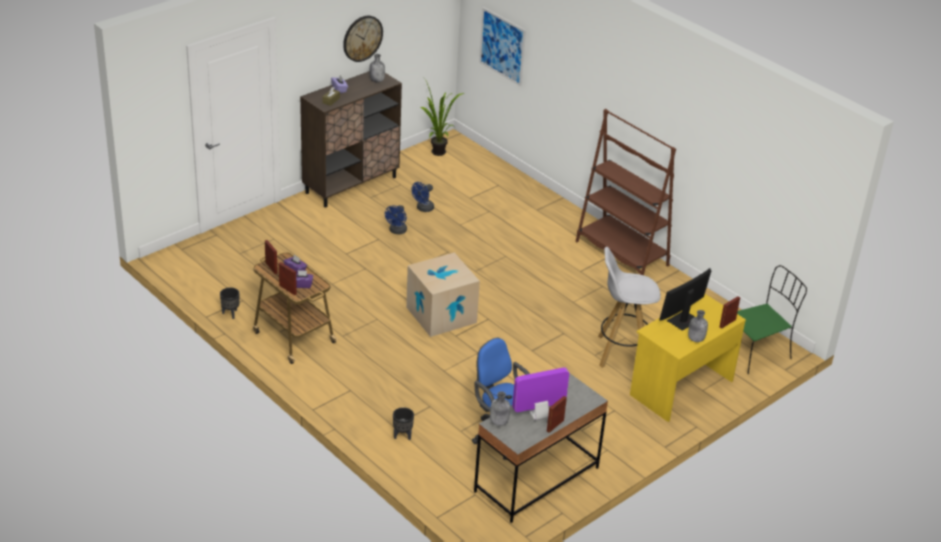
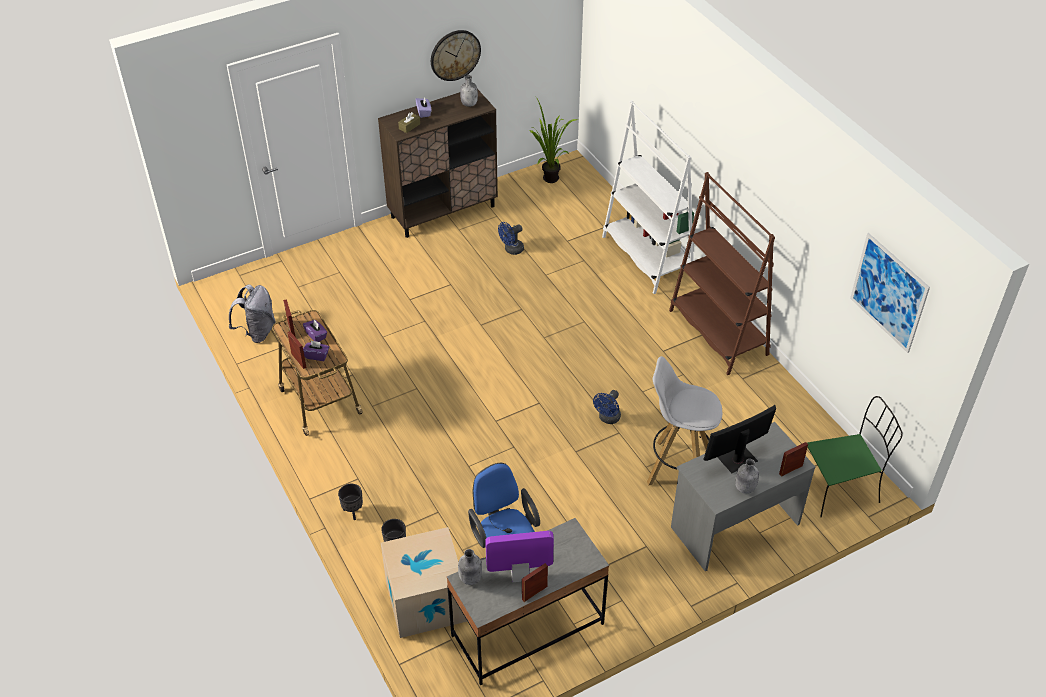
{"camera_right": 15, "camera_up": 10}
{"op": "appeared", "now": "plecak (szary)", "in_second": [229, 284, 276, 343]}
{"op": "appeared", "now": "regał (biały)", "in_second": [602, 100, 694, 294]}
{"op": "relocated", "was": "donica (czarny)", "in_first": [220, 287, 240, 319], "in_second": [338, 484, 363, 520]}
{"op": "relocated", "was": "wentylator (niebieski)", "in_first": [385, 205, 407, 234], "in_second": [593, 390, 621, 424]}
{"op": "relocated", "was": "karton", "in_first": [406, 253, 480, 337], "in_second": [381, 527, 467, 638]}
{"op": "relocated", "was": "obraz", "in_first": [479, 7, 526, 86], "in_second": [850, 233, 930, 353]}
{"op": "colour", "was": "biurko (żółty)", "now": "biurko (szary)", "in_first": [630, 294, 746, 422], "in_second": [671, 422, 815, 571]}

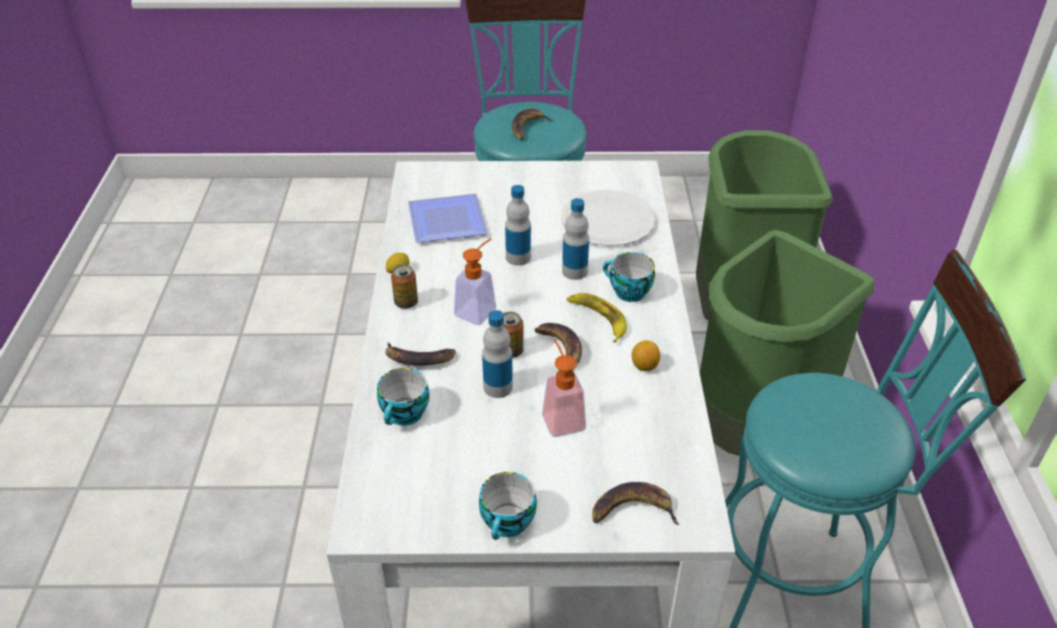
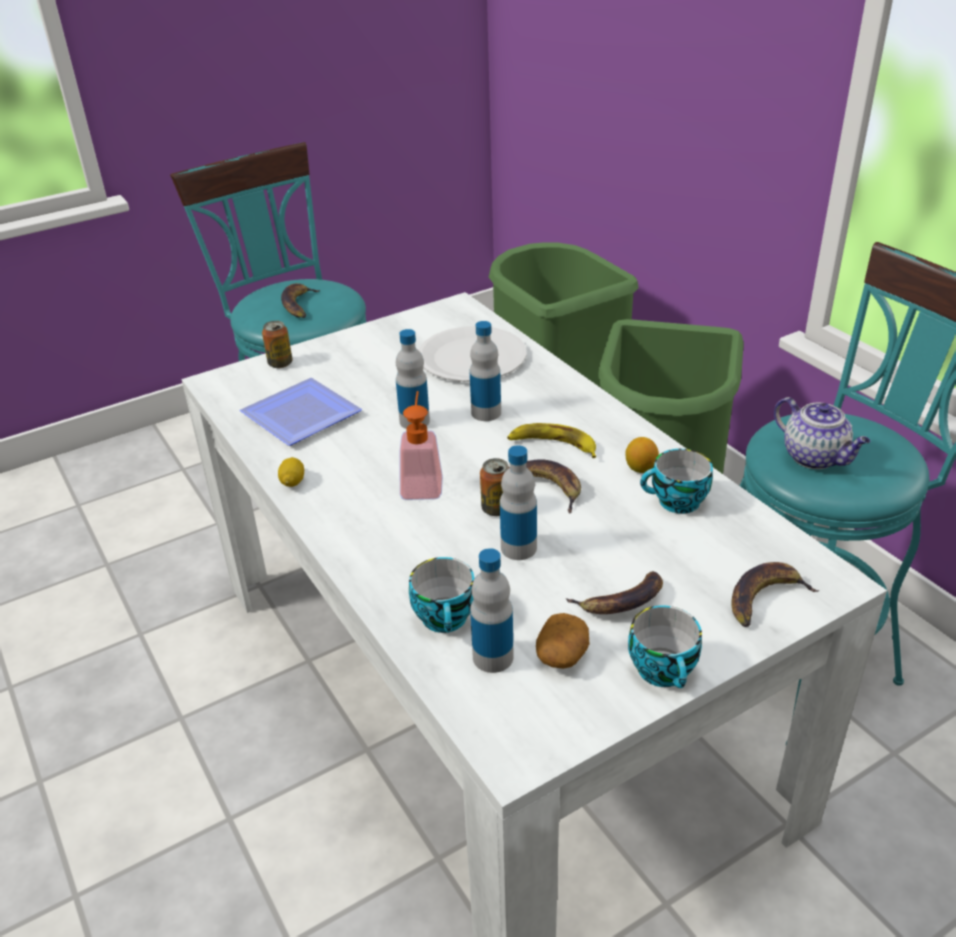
{"camera_right": -30, "camera_up": -5}
{"op": "missing", "was": "dozownik mydła", "in_first": [542, 339, 586, 437]}
{"op": "appeared", "now": "butelka", "in_second": [470, 548, 514, 673]}
{"op": "appeared", "now": "ziemniak", "in_second": [536, 613, 589, 669]}
{"op": "appeared", "now": "imbryk", "in_second": [774, 397, 871, 469]}
{"op": "relocated", "was": "banan", "in_first": [385, 342, 456, 366], "in_second": [566, 571, 663, 614]}
{"op": "relocated", "was": "puszka", "in_first": [391, 264, 418, 309], "in_second": [262, 321, 293, 368]}
{"op": "relocated", "was": "filiżanka", "in_first": [603, 252, 655, 302], "in_second": [640, 449, 713, 514]}

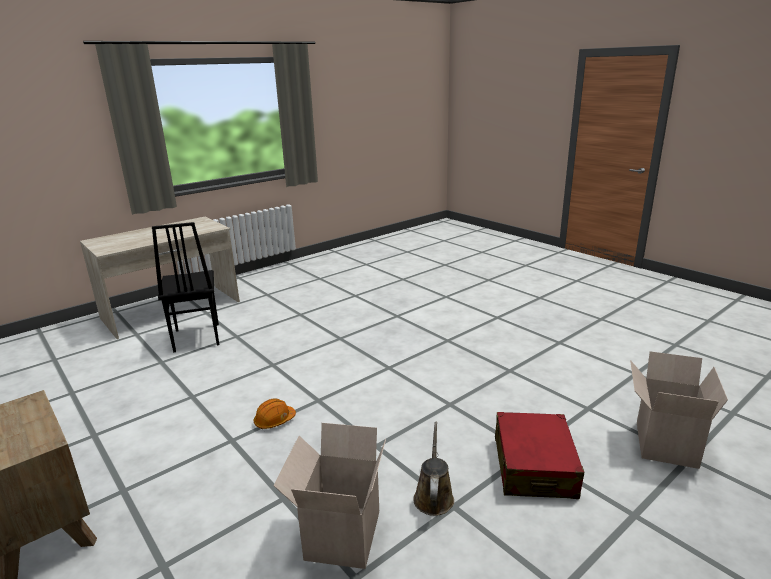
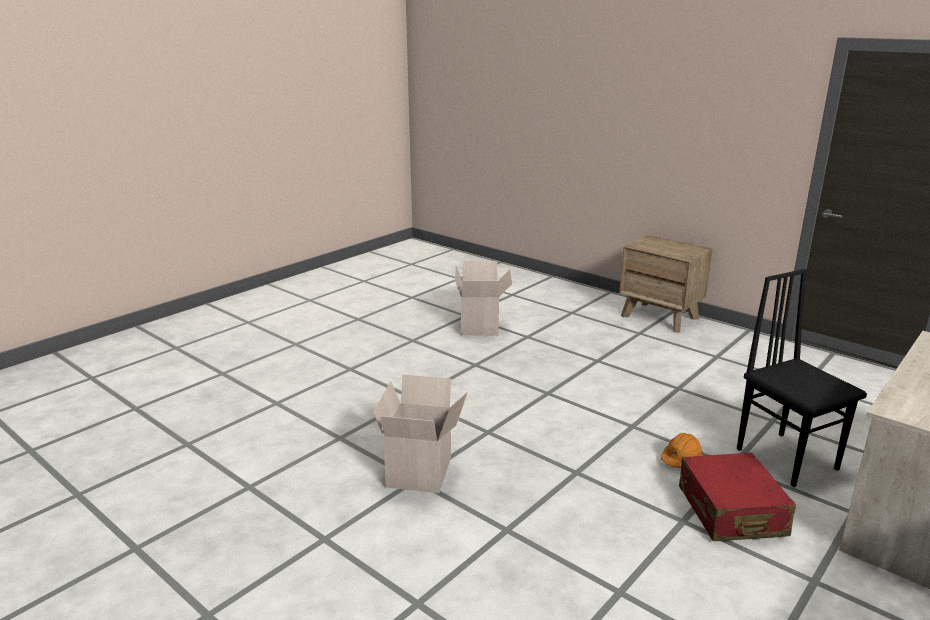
{"camera_right": 170, "camera_up": 0}
{"op": "missing", "was": "konewka (brązowy)", "in_first": [413, 422, 454, 516]}
{"op": "relocated", "was": "kask (pomarańczowy)", "in_first": [254, 399, 296, 429], "in_second": [661, 433, 703, 468]}
{"op": "relocated", "was": "walizka (czerwony)", "in_first": [495, 412, 584, 499], "in_second": [679, 452, 796, 541]}
{"op": "relocated", "was": "karton", "in_first": [630, 351, 728, 469], "in_second": [373, 375, 468, 493]}

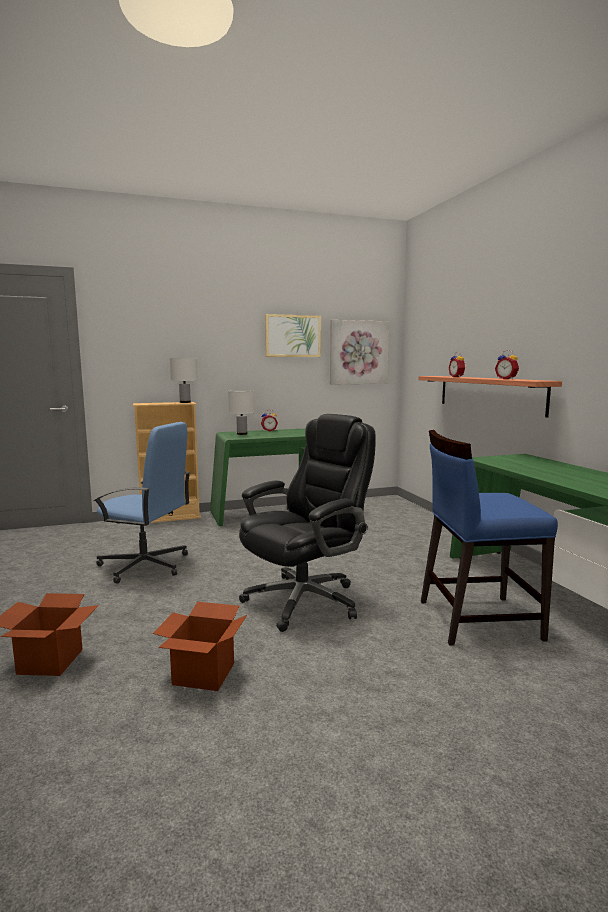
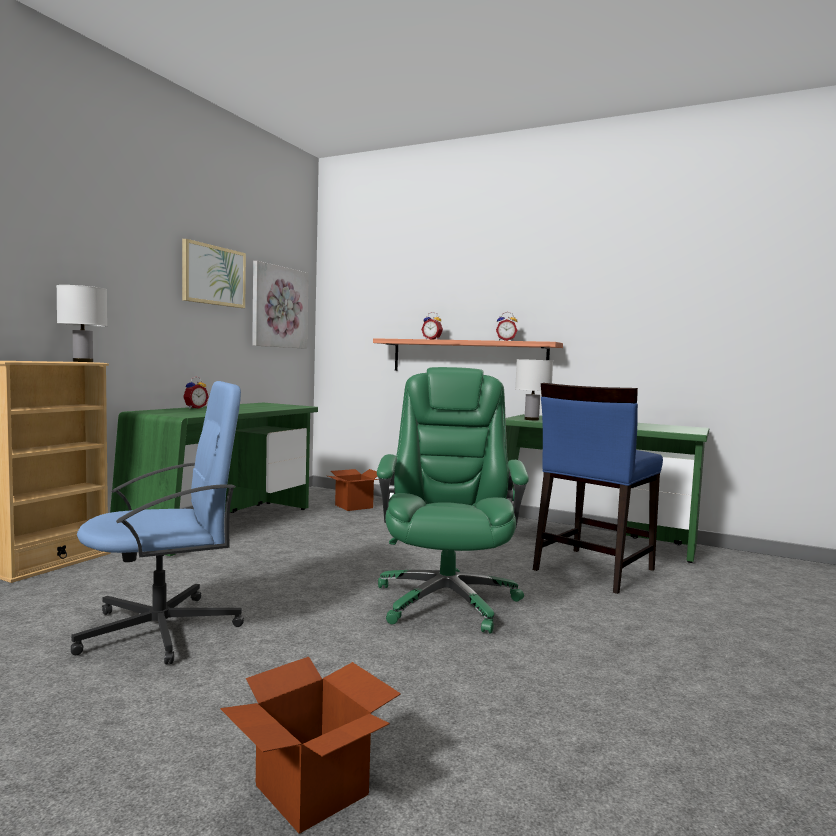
{"camera_right": -45, "camera_up": -5}
{"op": "relocated", "was": "karton", "in_first": [153, 602, 247, 691], "in_second": [328, 469, 379, 511]}
{"op": "relocated", "was": "lampa stołowa (biały)", "in_first": [228, 390, 255, 435], "in_second": [515, 359, 553, 420]}
{"op": "colour", "was": "krzesło biurowe (czarny)", "now": "krzesło biurowe (zielony)", "in_first": [239, 414, 375, 632], "in_second": [377, 367, 529, 634]}

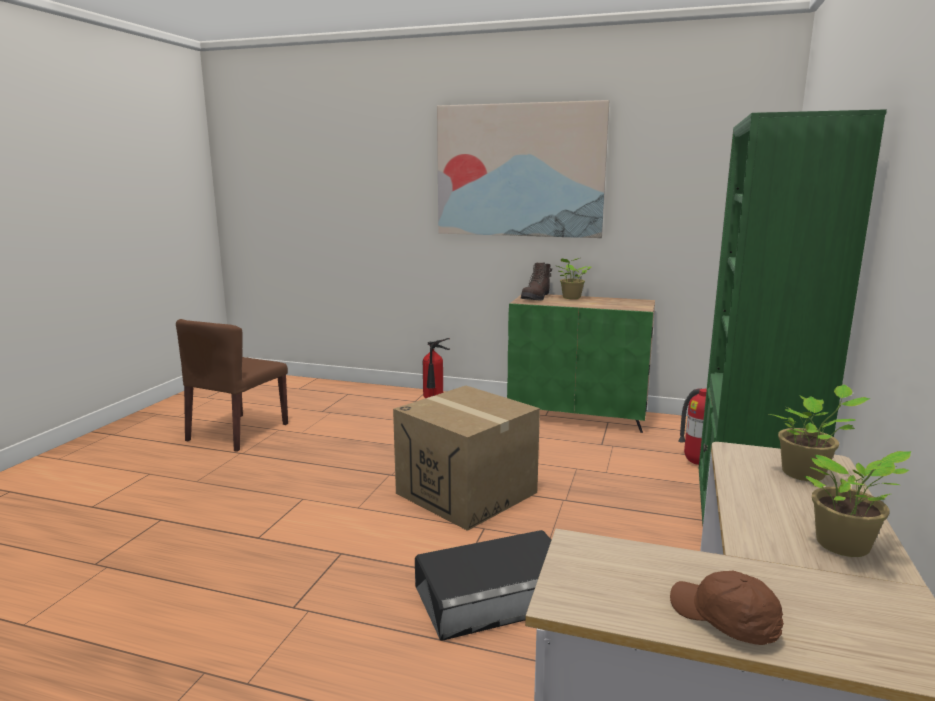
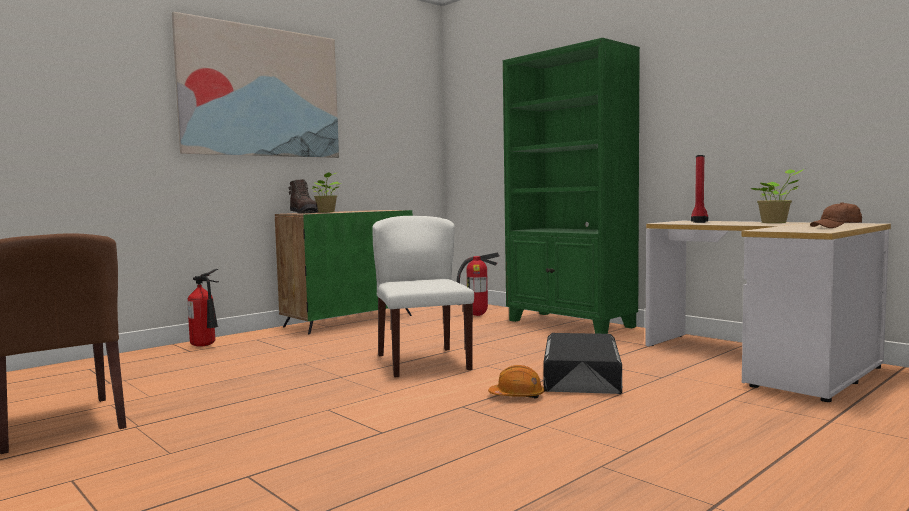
{"camera_right": -60, "camera_up": -10}
{"op": "appeared", "now": "kask (pomarańczowy)", "in_second": [488, 365, 544, 399]}
{"op": "exchanged", "was": "karton", "now": "krzesło (biały)", "in_first": [393, 386, 540, 531], "in_second": [372, 216, 474, 377]}
{"op": "exchanged", "was": "roślina doniczkowa", "now": "but z cholewką (czerwony)", "in_first": [769, 384, 871, 481], "in_second": [691, 155, 708, 223]}

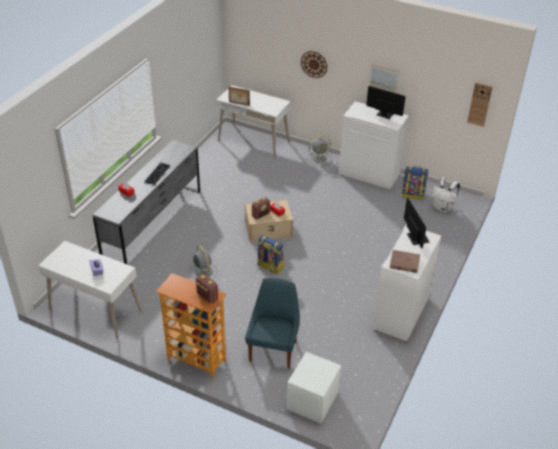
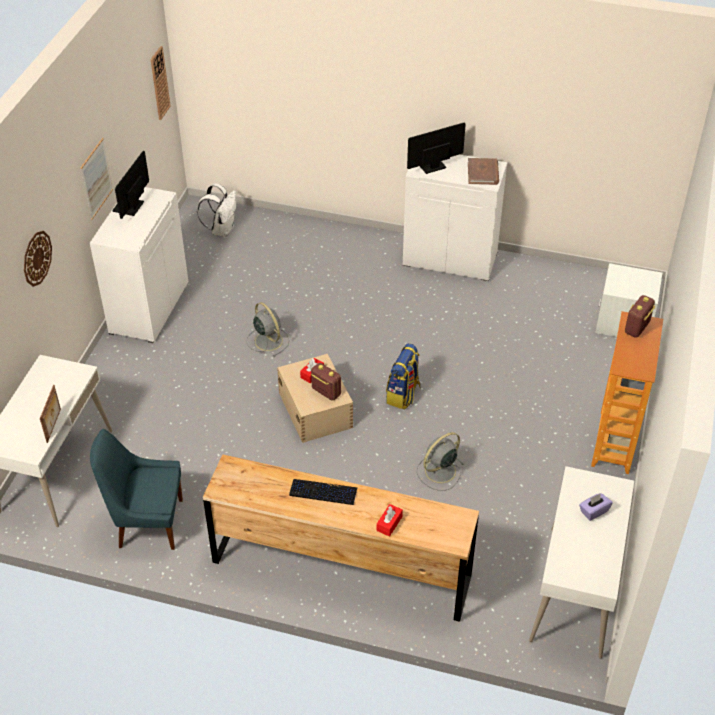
{"camera_right": -100, "camera_up": 5}
{"op": "missing", "was": "plecak", "in_first": [402, 166, 428, 199]}
{"op": "relocated", "was": "krzesło (niebieski)", "in_first": [245, 278, 300, 369], "in_second": [90, 429, 183, 550]}
{"op": "relocated", "was": "wentylator (szary)", "in_first": [306, 136, 331, 165], "in_second": [246, 302, 289, 357]}
{"op": "colour", "was": "komoda (szary)", "now": "komoda (brązowy)", "in_first": [92, 139, 200, 264], "in_second": [203, 454, 479, 622]}

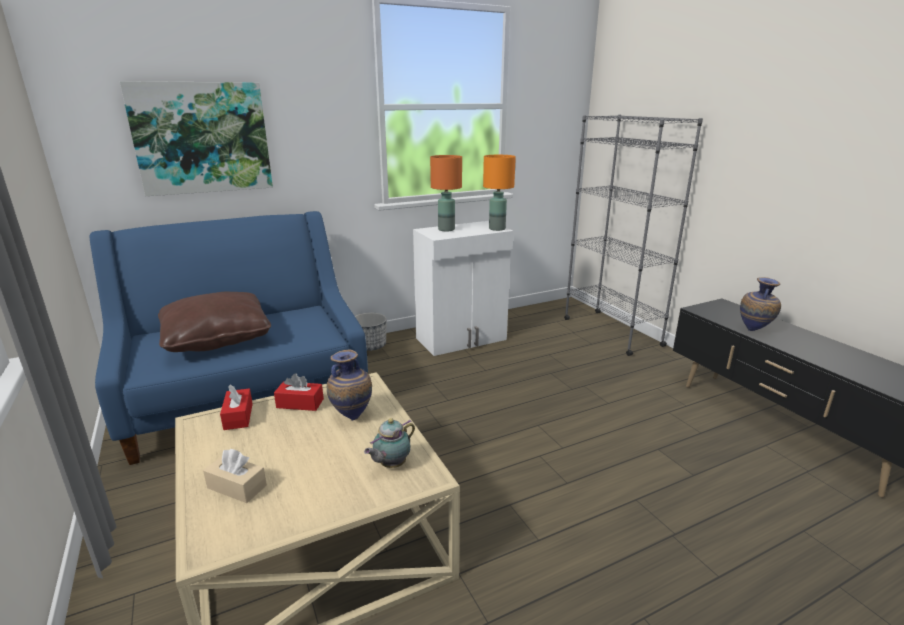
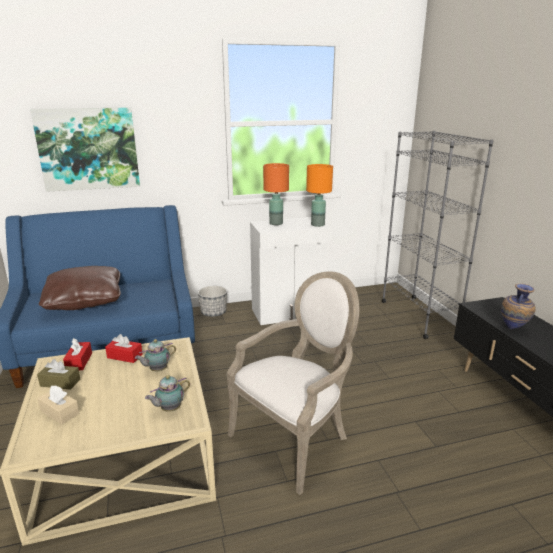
{"camera_right": 10, "camera_up": 0}
{"op": "appeared", "now": "pudełko chusteczek (brązowy)", "in_second": [37, 359, 80, 390]}
{"op": "appeared", "now": "fotel", "in_second": [227, 271, 359, 495]}
{"op": "exchanged", "was": "wazon", "now": "imbryk", "in_first": [327, 349, 372, 421], "in_second": [135, 339, 176, 371]}

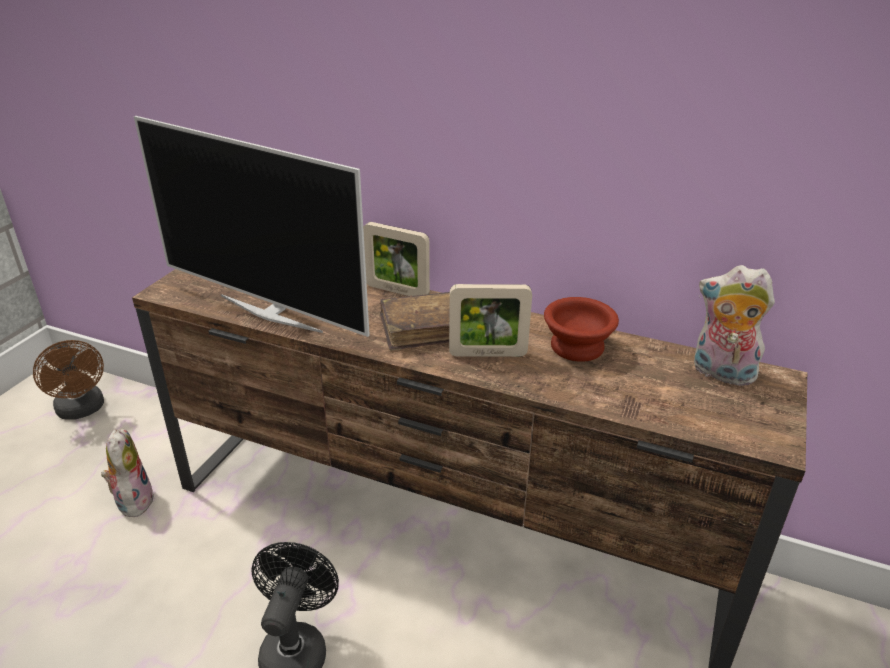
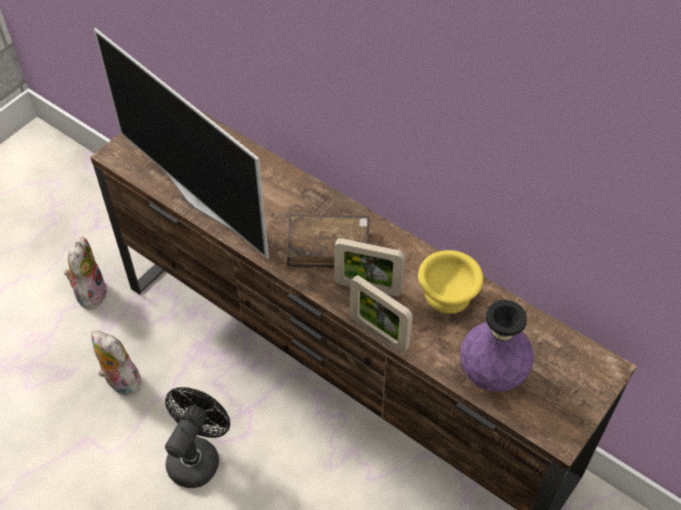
{"camera_right": 15, "camera_up": 20}
{"op": "missing", "was": "wentylator (brązowy)", "in_first": [33, 340, 104, 420]}
{"op": "appeared", "now": "wazon (fioletowy)", "in_second": [460, 300, 534, 392]}
{"op": "relocated", "was": "ramka na zdjęcie", "in_first": [363, 222, 430, 296], "in_second": [350, 275, 413, 353]}
{"op": "relocated", "was": "pluszak", "in_first": [694, 265, 775, 386], "in_second": [91, 331, 141, 396]}
{"op": "colour", "was": "miska (brązowy)", "now": "miska (żółty)", "in_first": [544, 297, 619, 362], "in_second": [418, 250, 483, 314]}

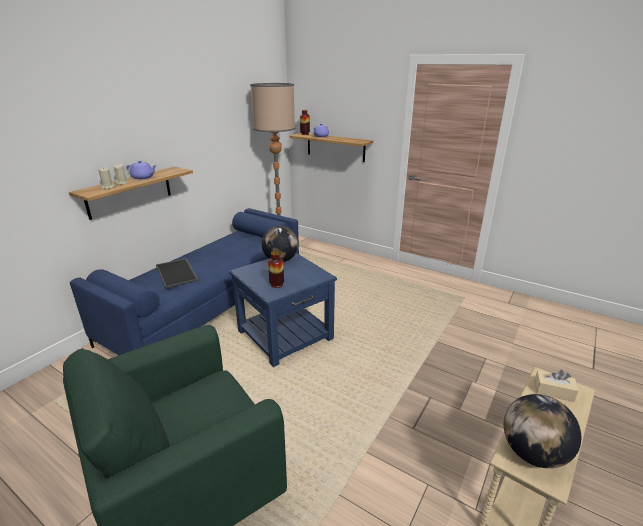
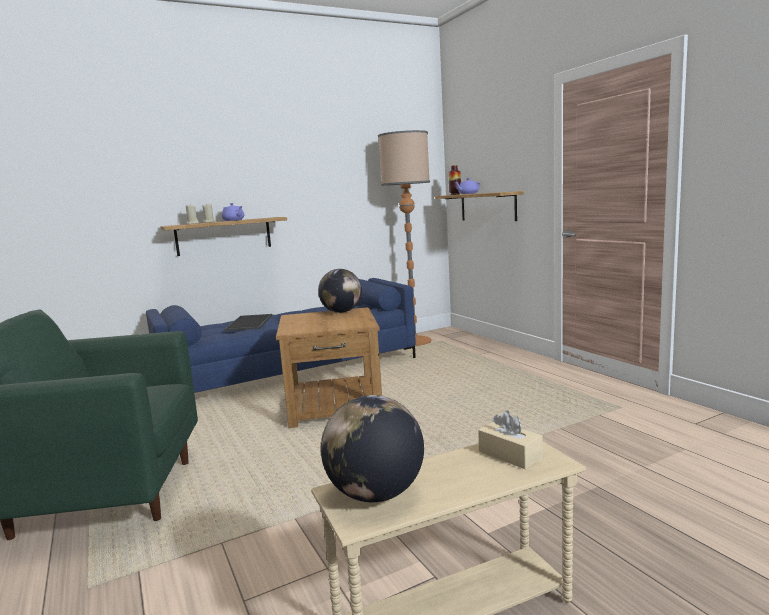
{"camera_right": 30, "camera_up": -15}
{"op": "missing", "was": "wazon", "in_first": [268, 252, 284, 288]}
{"op": "colour", "was": "stolik (niebieski)", "now": "stolik (brązowy)", "in_first": [229, 253, 337, 367], "in_second": [276, 307, 382, 428]}

